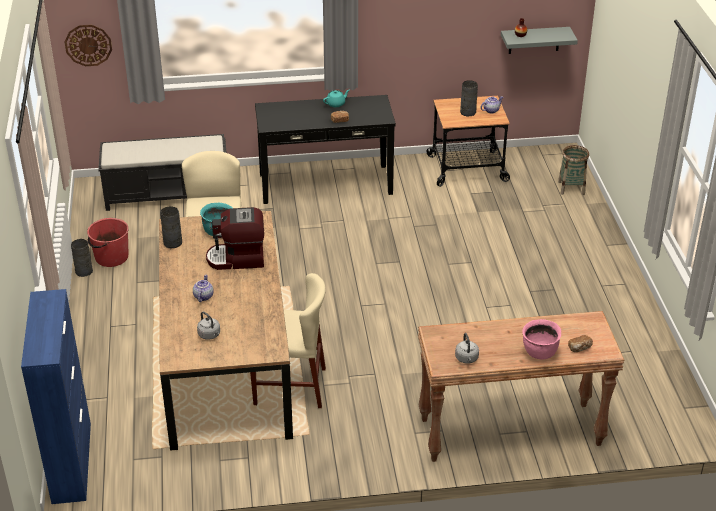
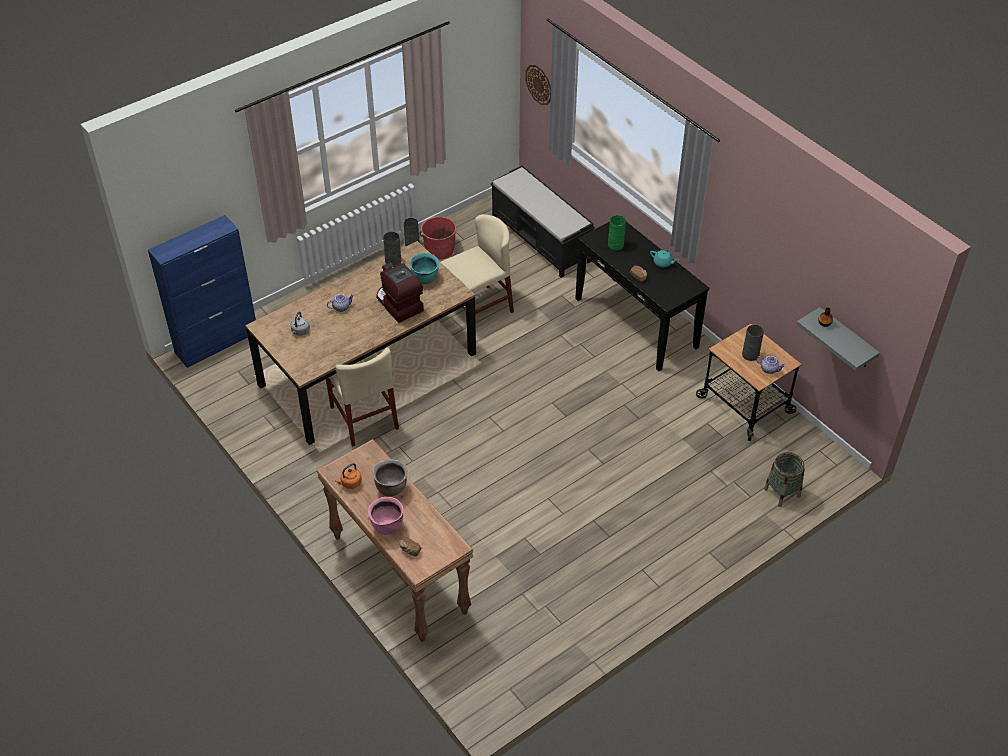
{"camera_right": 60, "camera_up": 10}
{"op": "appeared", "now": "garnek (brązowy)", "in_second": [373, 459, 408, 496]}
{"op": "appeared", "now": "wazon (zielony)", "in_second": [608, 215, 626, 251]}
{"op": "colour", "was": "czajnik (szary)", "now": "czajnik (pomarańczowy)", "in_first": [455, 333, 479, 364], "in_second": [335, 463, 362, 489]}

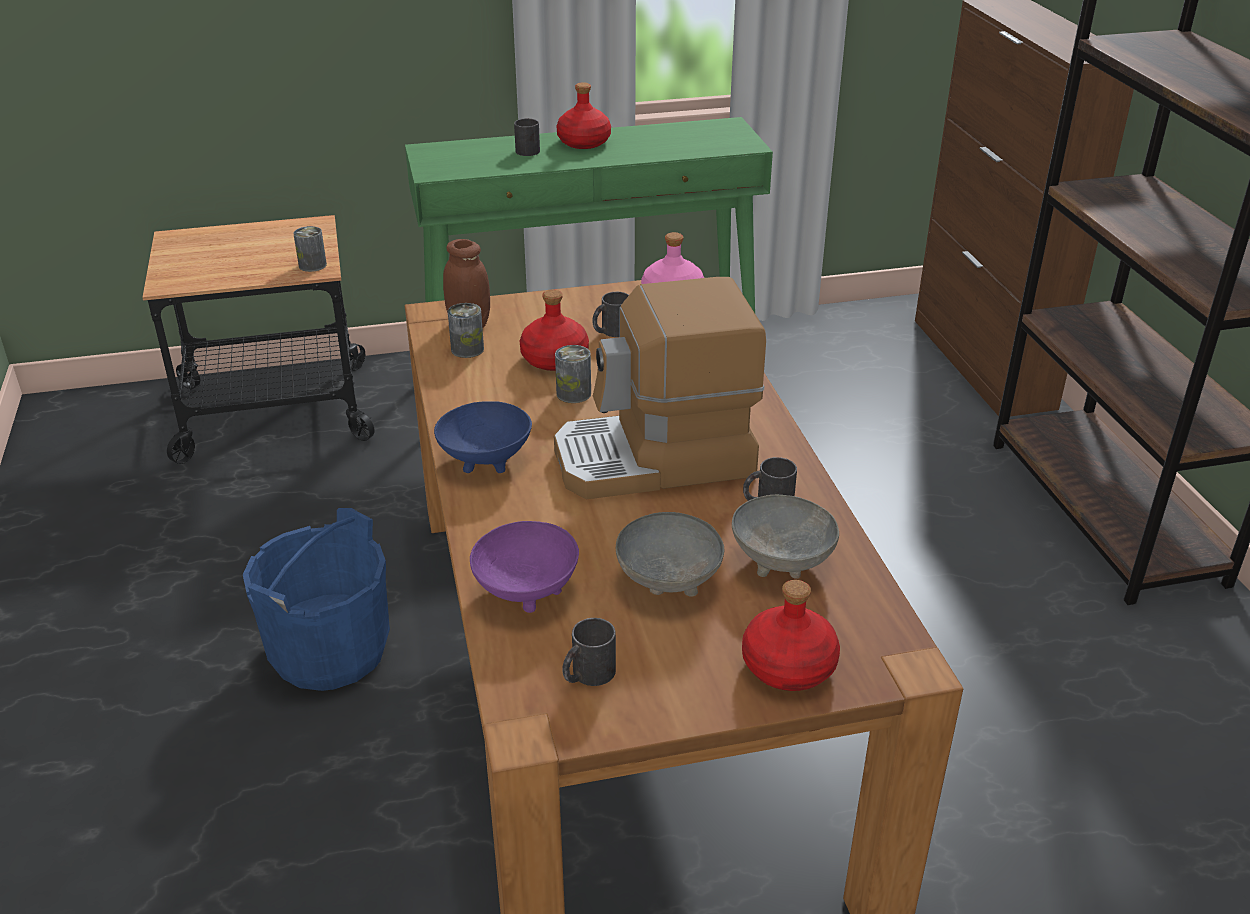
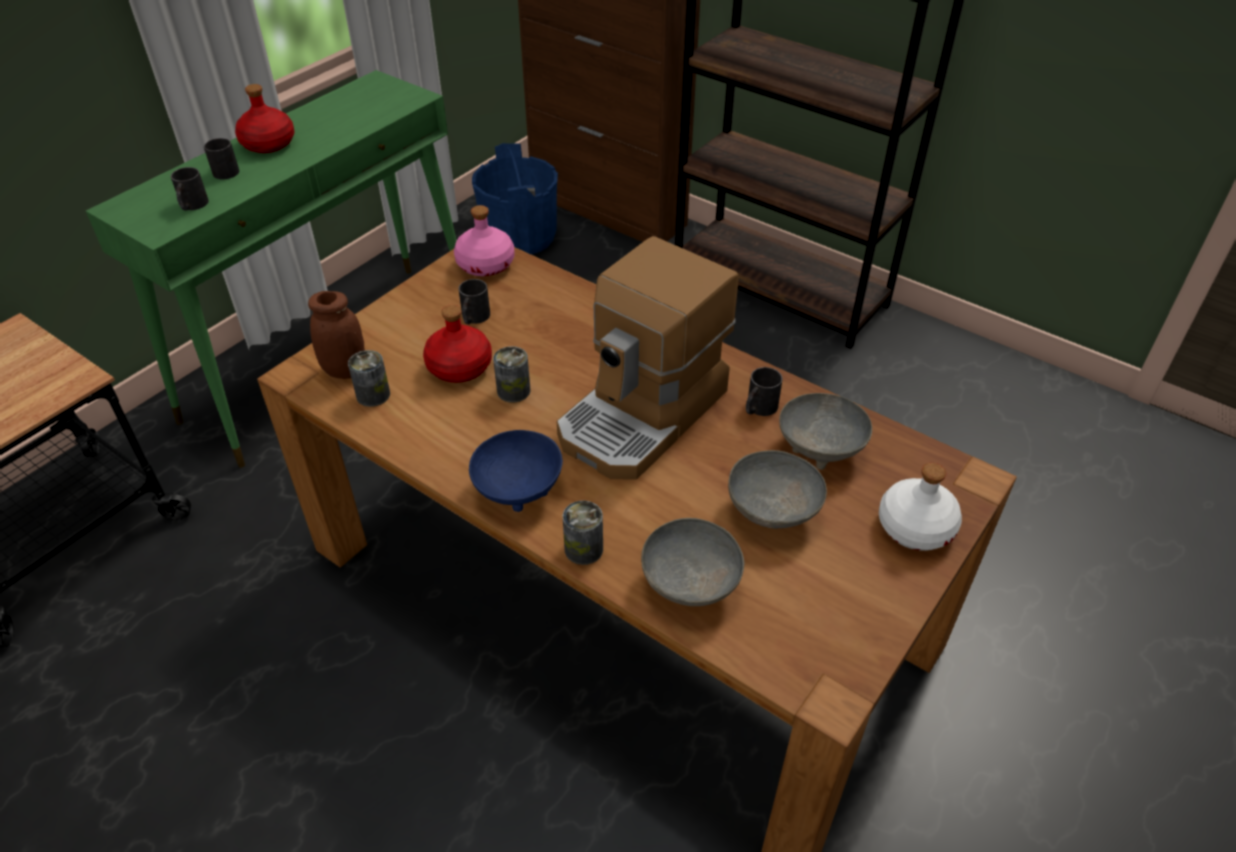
{"camera_right": -40, "camera_up": 10}
{"op": "relocated", "was": "wiadro (niebieski)", "in_first": [243, 508, 390, 691], "in_second": [472, 143, 558, 255]}
{"op": "relocated", "was": "puszka", "in_first": [293, 226, 327, 272], "in_second": [563, 501, 603, 565]}
{"op": "relocated", "was": "kubek (czarny)", "in_first": [562, 618, 616, 686], "in_second": [171, 167, 209, 211]}
{"op": "colour", "was": "miska (fioletowy)", "now": "miska (szary)", "in_first": [470, 521, 579, 613], "in_second": [641, 518, 744, 606]}
{"op": "colour", "was": "butelka (czerwony)", "now": "butelka (biały)", "in_first": [742, 580, 840, 691], "in_second": [879, 463, 962, 551]}

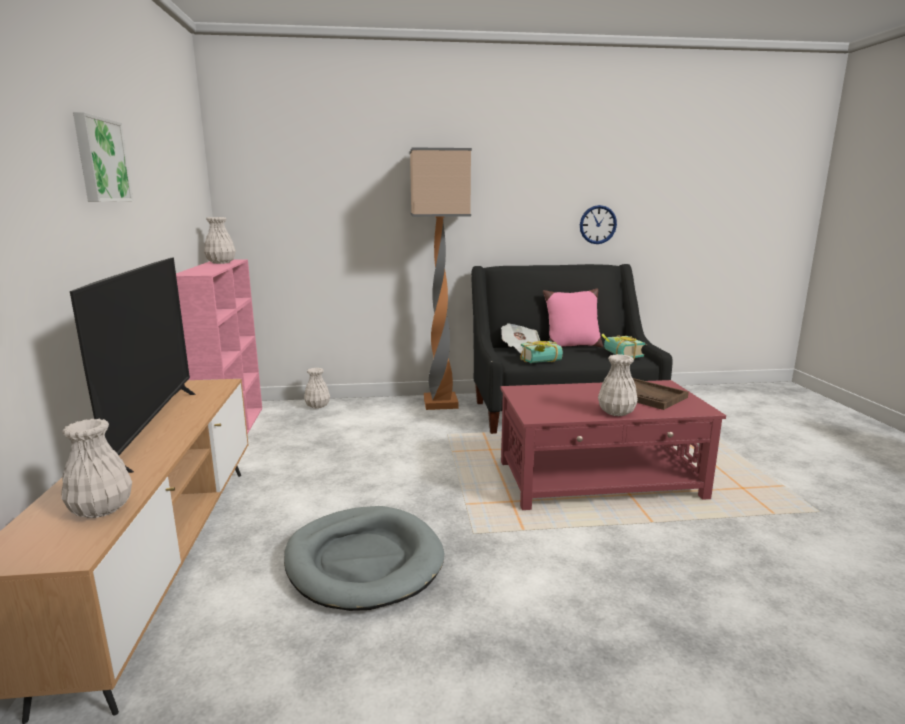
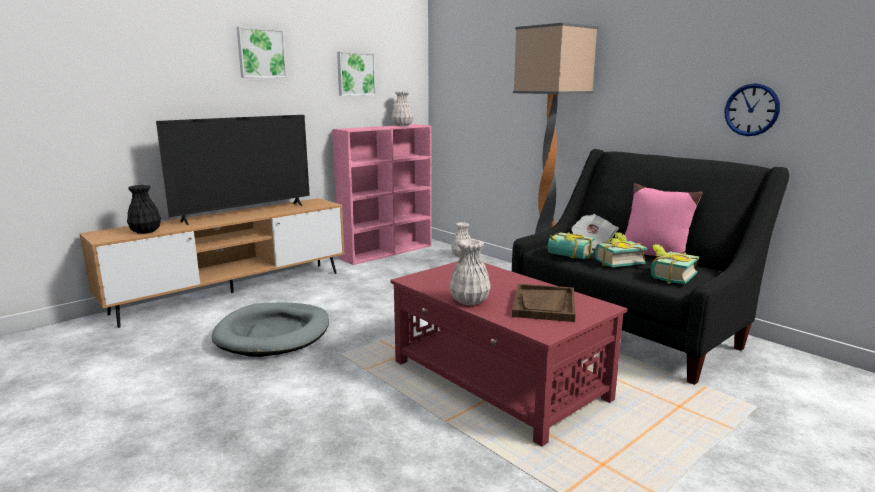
{"camera_right": 55, "camera_up": 0}
{"op": "appeared", "now": "obraz", "in_second": [337, 52, 376, 96]}
{"op": "appeared", "now": "książka", "in_second": [595, 232, 647, 267]}
{"op": "colour", "was": "wazon (biały)", "now": "wazon (czarny)", "in_first": [61, 419, 132, 518], "in_second": [127, 185, 161, 234]}

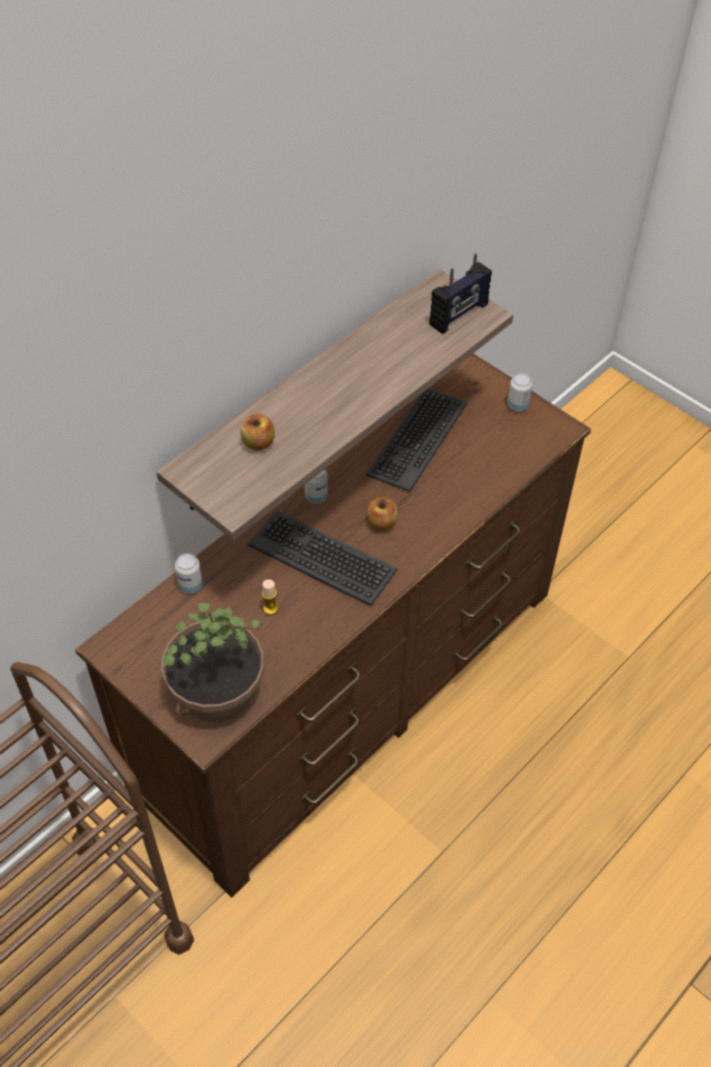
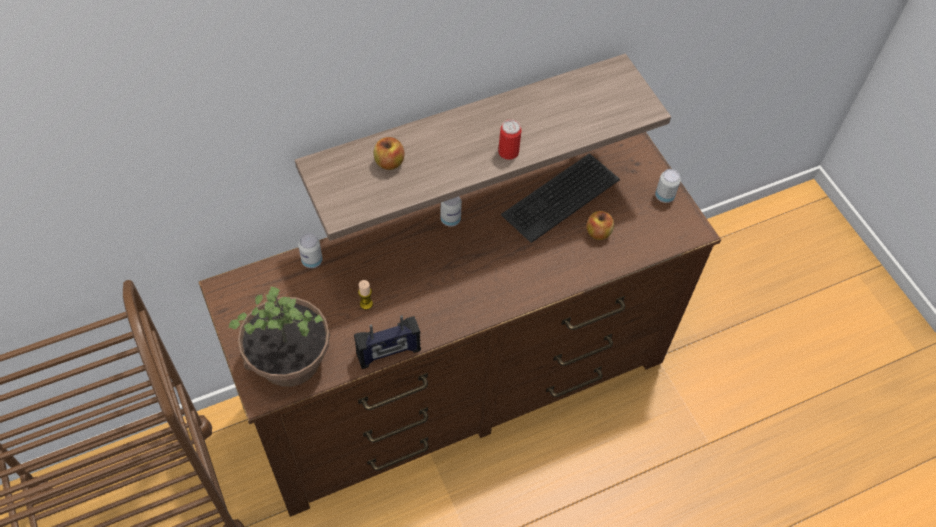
{"camera_right": 20, "camera_up": 5}
{"op": "missing", "was": "klawiatura", "in_first": [248, 510, 398, 606]}
{"op": "appeared", "now": "puszka", "in_second": [498, 119, 522, 160]}
{"op": "relocated", "was": "jabłko", "in_first": [367, 498, 398, 531], "in_second": [586, 211, 614, 240]}
{"op": "relocated", "was": "radio", "in_first": [429, 253, 492, 334], "in_second": [354, 315, 421, 369]}

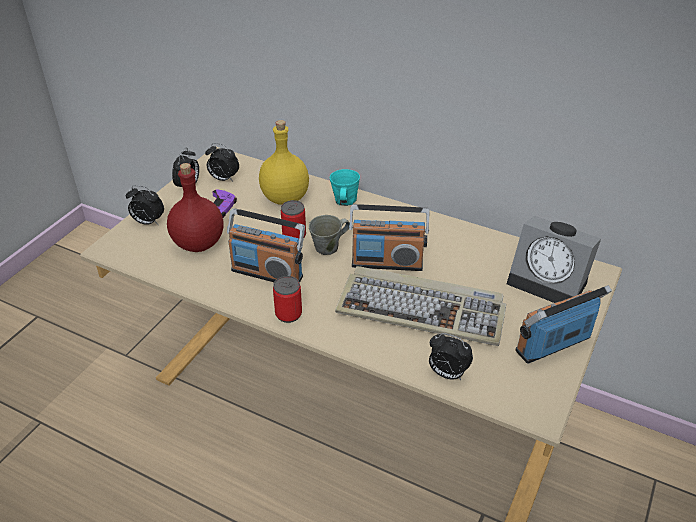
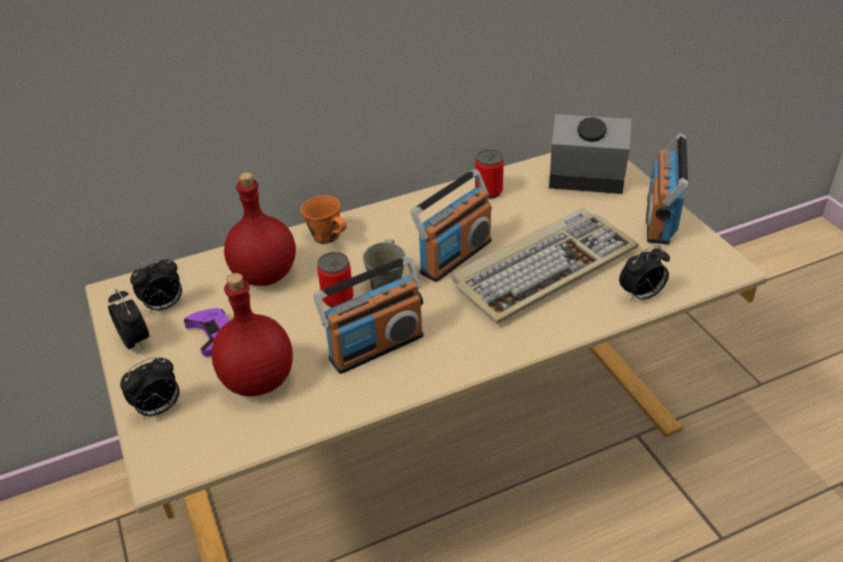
{"camera_right": -50, "camera_up": 0}
{"op": "relocated", "was": "puszka", "in_first": [273, 276, 302, 323], "in_second": [475, 149, 504, 199]}
{"op": "colour", "was": "butelka (żółty)", "now": "butelka (czerwony)", "in_first": [259, 120, 309, 205], "in_second": [224, 172, 296, 286]}
{"op": "colour", "was": "kubek (turkusowy)", "now": "kubek (pomarańczowy)", "in_first": [330, 169, 360, 206], "in_second": [300, 195, 346, 244]}
{"op": "spun", "was": "budzik", "in_first": [507, 216, 601, 303], "in_second": [549, 114, 631, 194], "clockwise": -150}

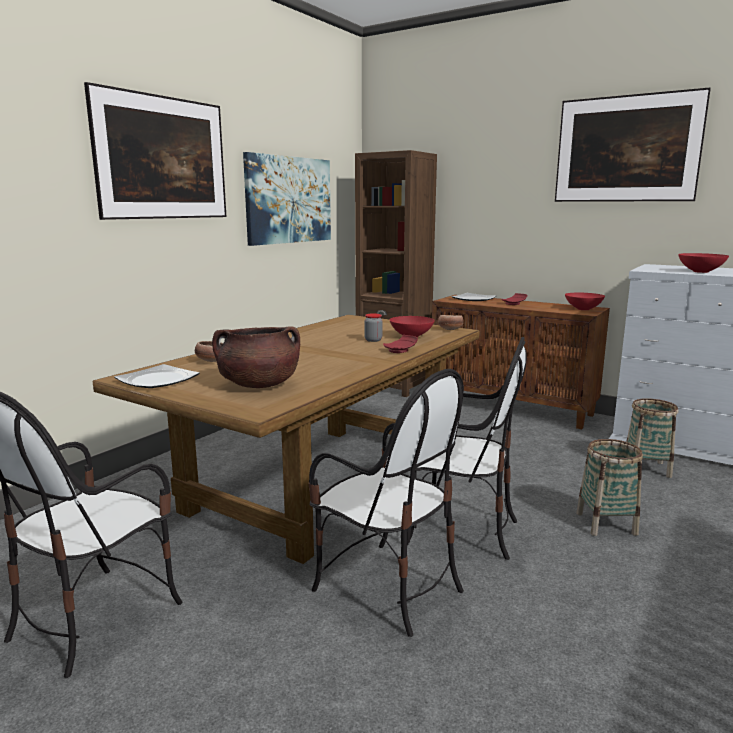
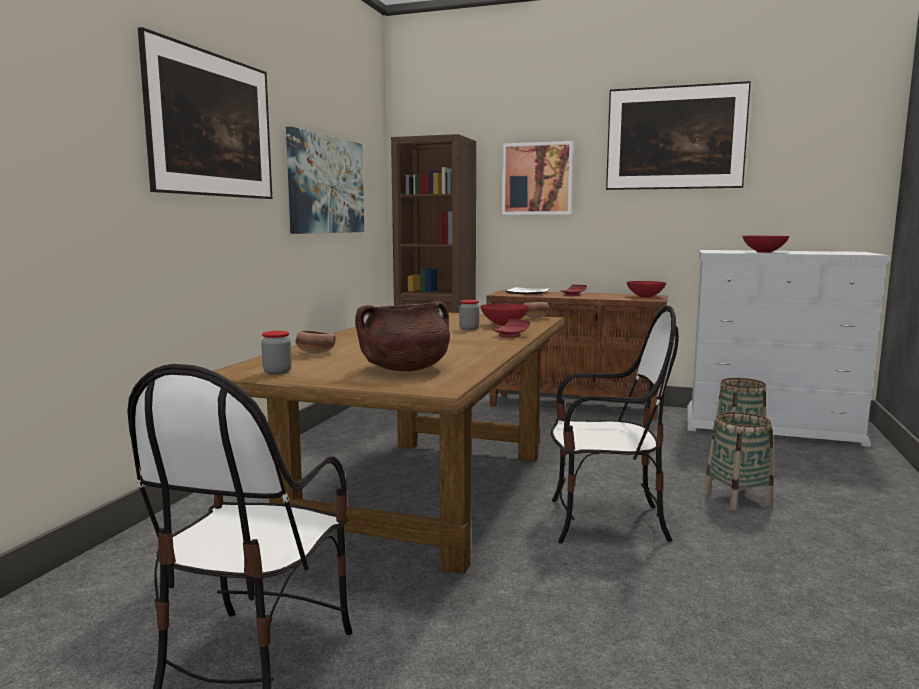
{"camera_right": -15, "camera_up": -5}
{"op": "missing", "was": "krzesło", "in_first": [308, 369, 464, 637]}
{"op": "appeared", "now": "obraz", "in_second": [502, 141, 574, 215]}
{"op": "exchanged", "was": "talerz", "now": "słoik", "in_first": [114, 364, 200, 388], "in_second": [261, 331, 292, 375]}

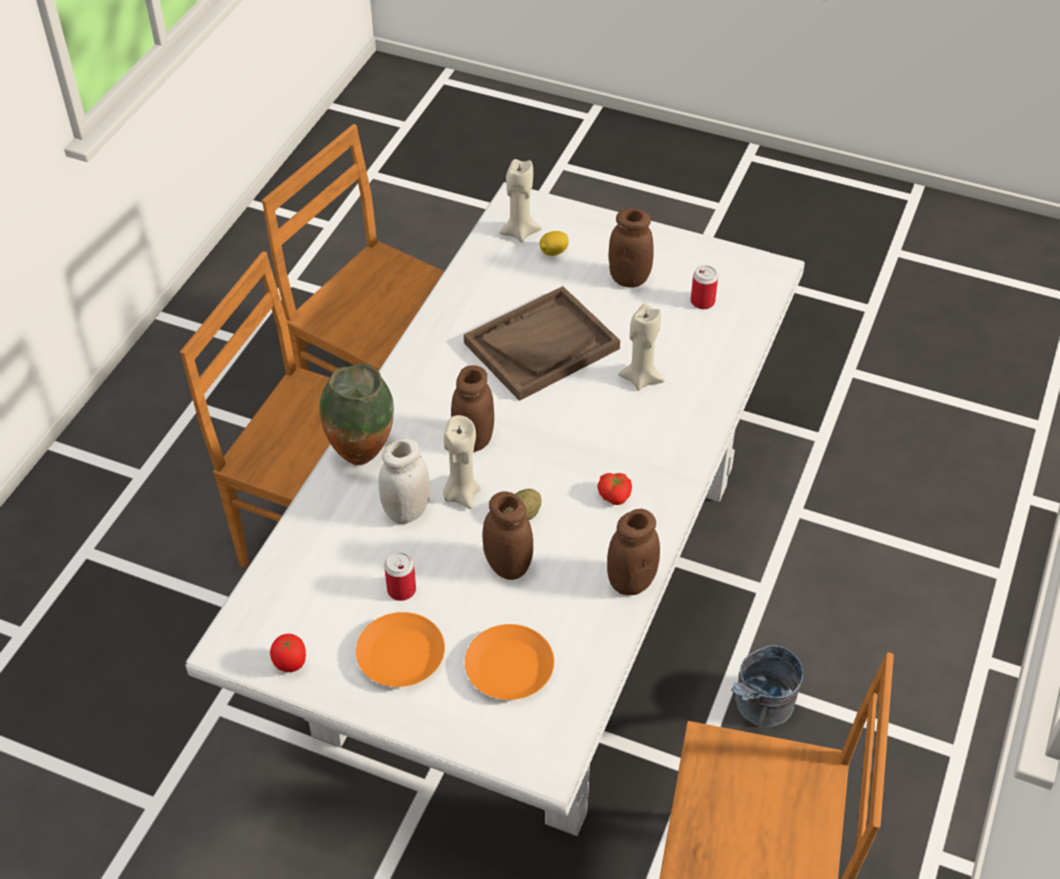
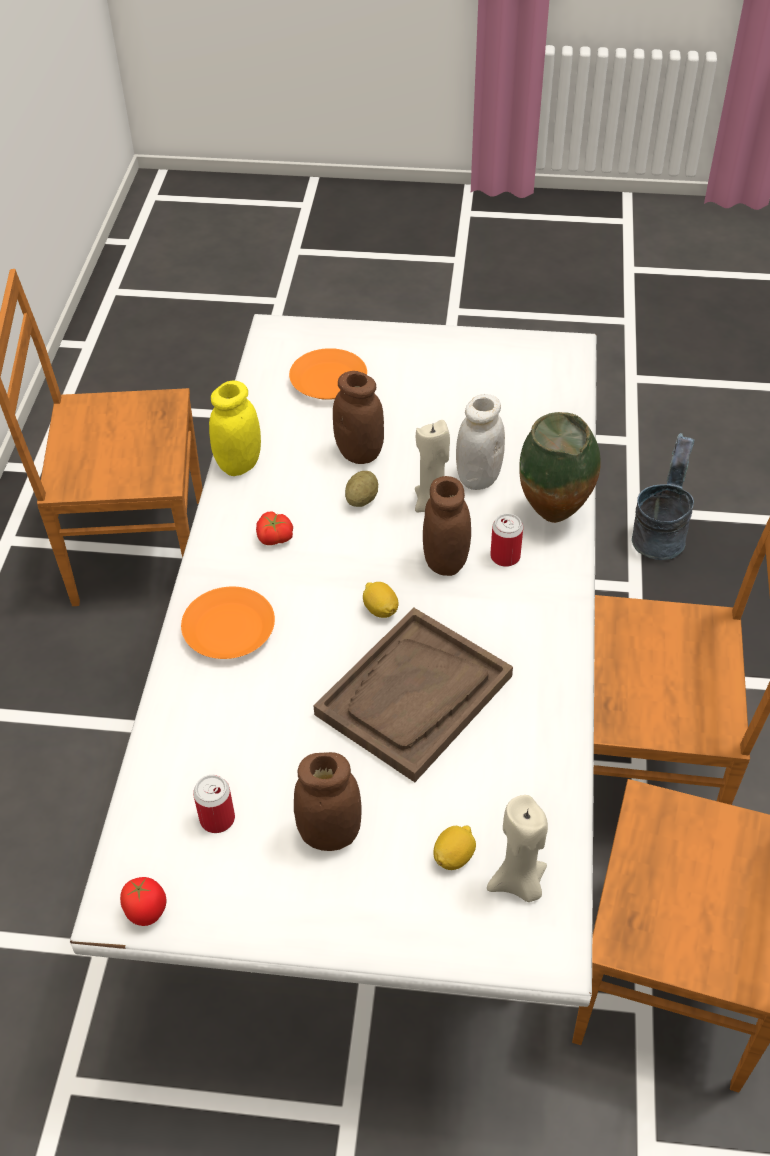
{"camera_right": 165, "camera_up": 0}
{"op": "missing", "was": "świeca (beżowy)", "in_first": [618, 304, 665, 391]}
{"op": "appeared", "now": "cytryna", "in_second": [363, 582, 399, 618]}
{"op": "relocated", "was": "pomidor", "in_first": [270, 634, 306, 672], "in_second": [120, 877, 167, 926]}
{"op": "relocated", "was": "talerz (pomarańczowy)", "in_first": [356, 612, 445, 687], "in_second": [181, 587, 275, 659]}
{"op": "relocated", "was": "puszka", "in_first": [384, 552, 416, 601], "in_second": [490, 513, 523, 567]}
{"op": "relocated", "was": "wiadro (szary)", "in_first": [731, 645, 803, 727], "in_second": [632, 433, 694, 560]}
{"op": "colour", "was": "słoik (brązowy)", "now": "słoik (żółty)", "in_first": [607, 509, 660, 595], "in_second": [209, 381, 261, 476]}

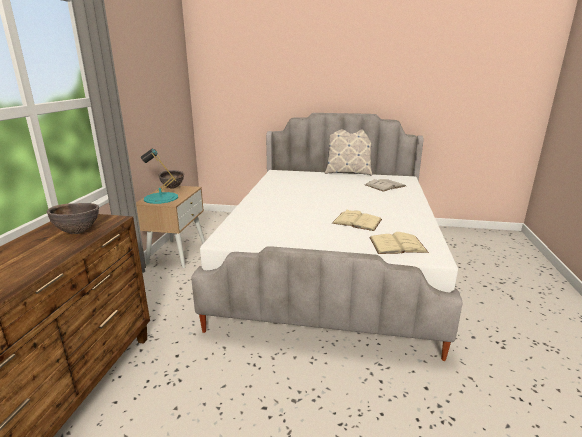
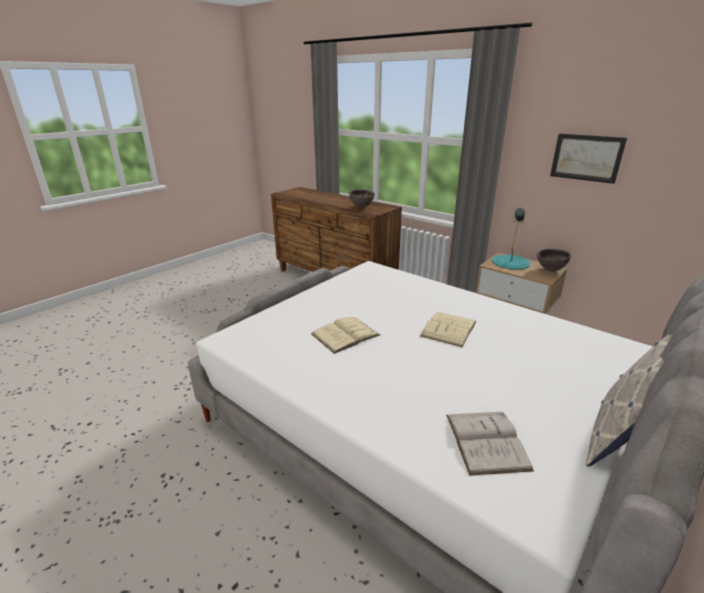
{"camera_right": 120, "camera_up": 5}
{"op": "appeared", "now": "obraz", "in_second": [550, 133, 627, 184]}
{"op": "relocated", "was": "książka (beżowy)", "in_first": [369, 232, 429, 254], "in_second": [420, 312, 476, 347]}

